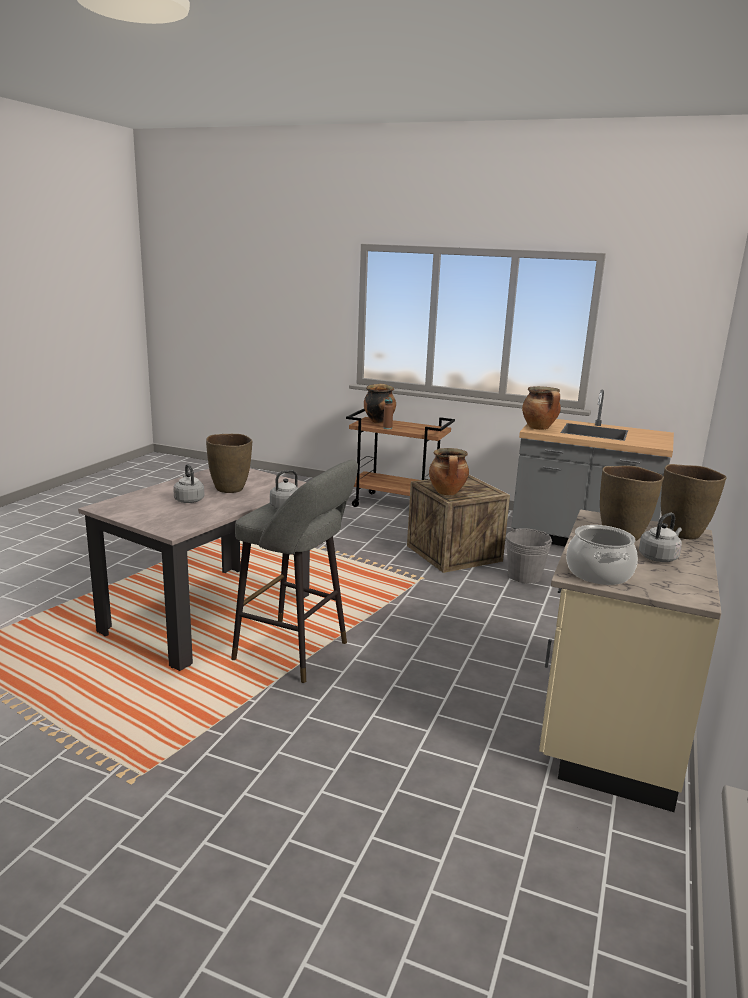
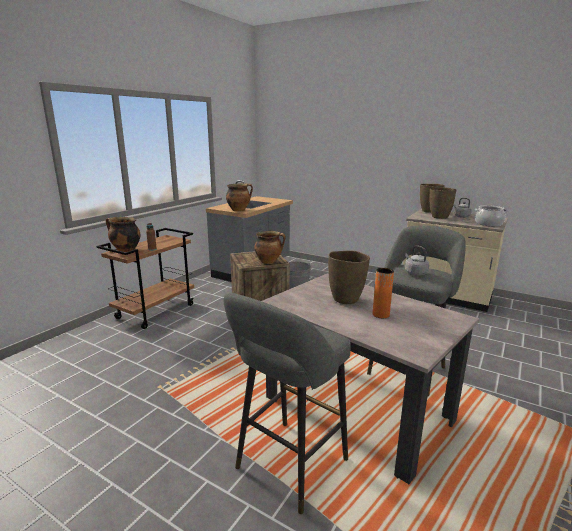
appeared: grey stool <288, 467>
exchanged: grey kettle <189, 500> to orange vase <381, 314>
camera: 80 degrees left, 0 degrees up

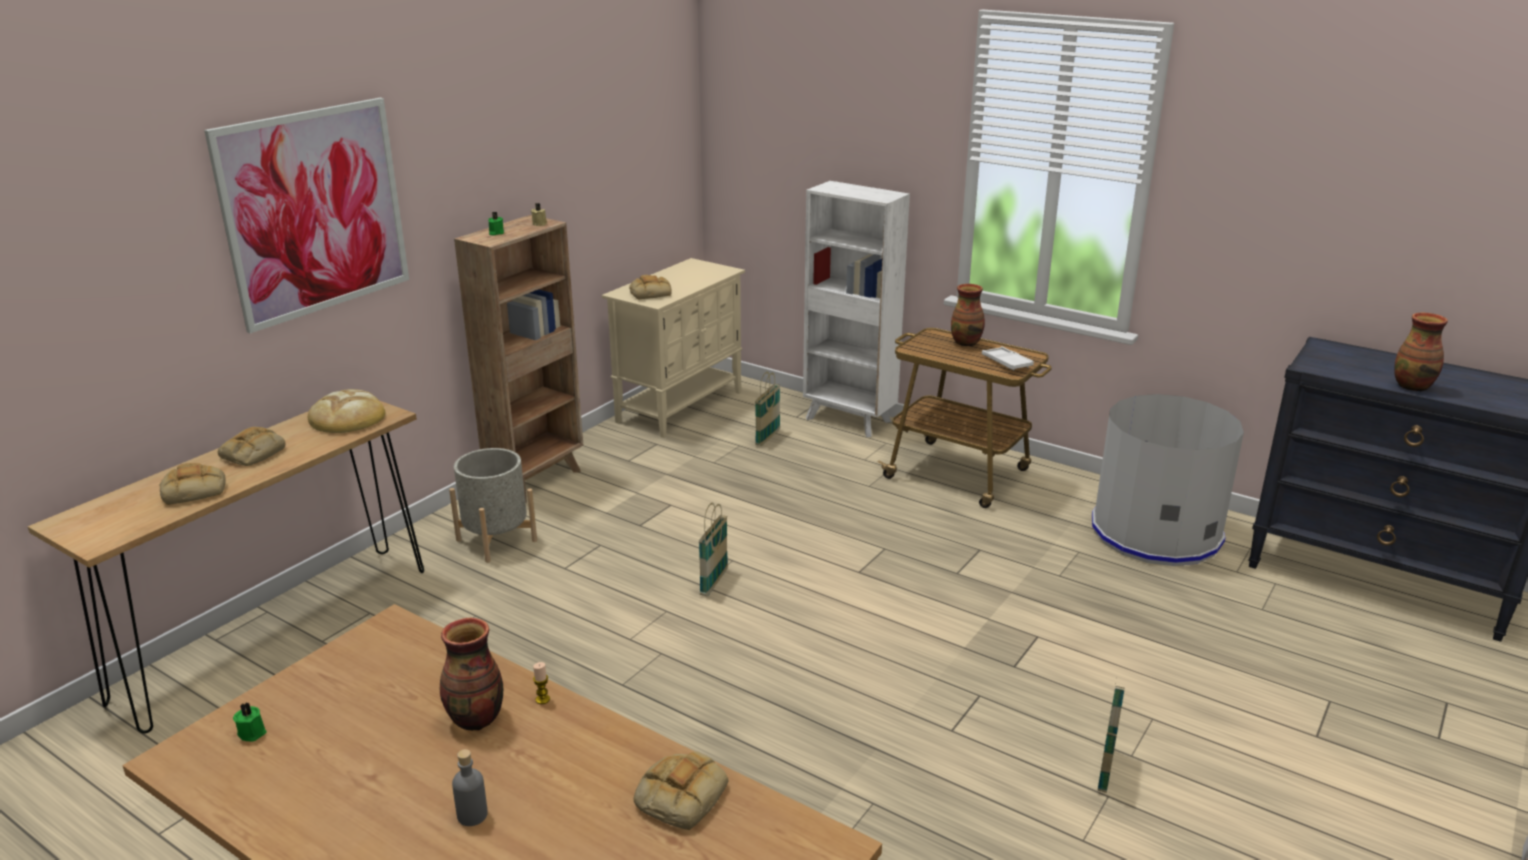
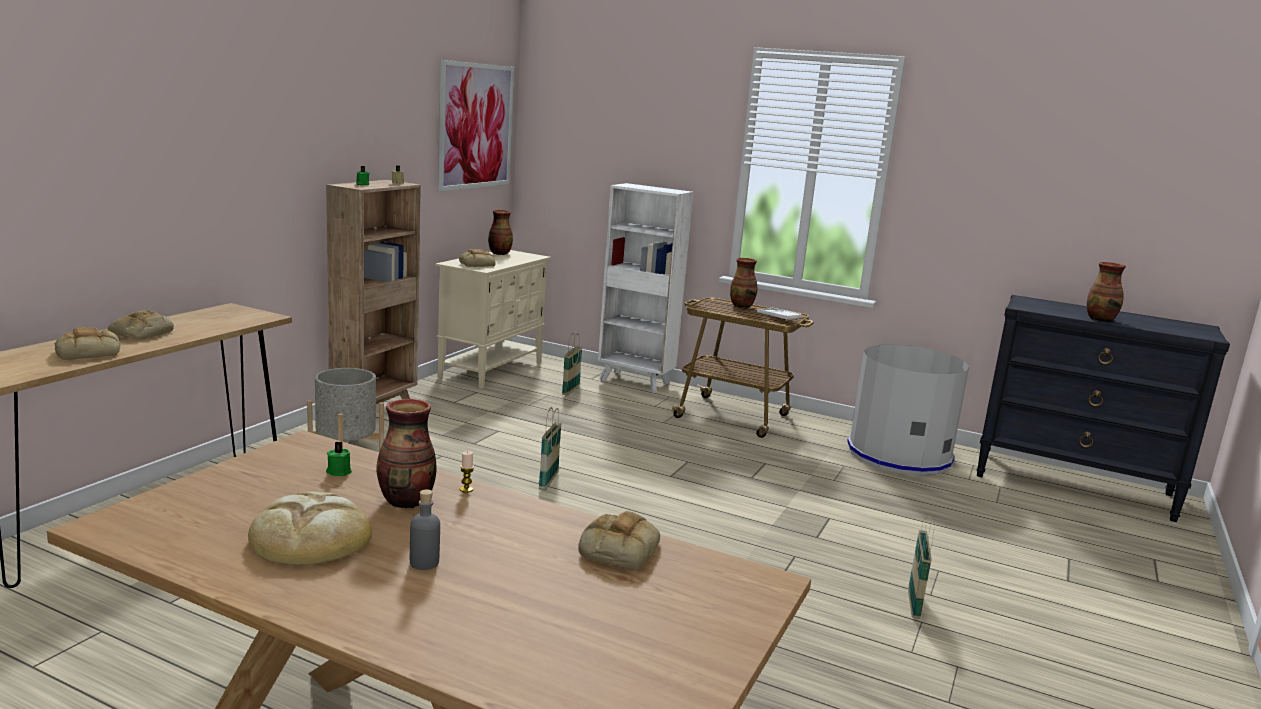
appeared: vase <499, 253>
relocated: picture <315, 211> to <476, 126>; bread <348, 417> to <311, 537>; green candle <252, 732> to <339, 471>
camera: 10 degrees left, 10 degrees down

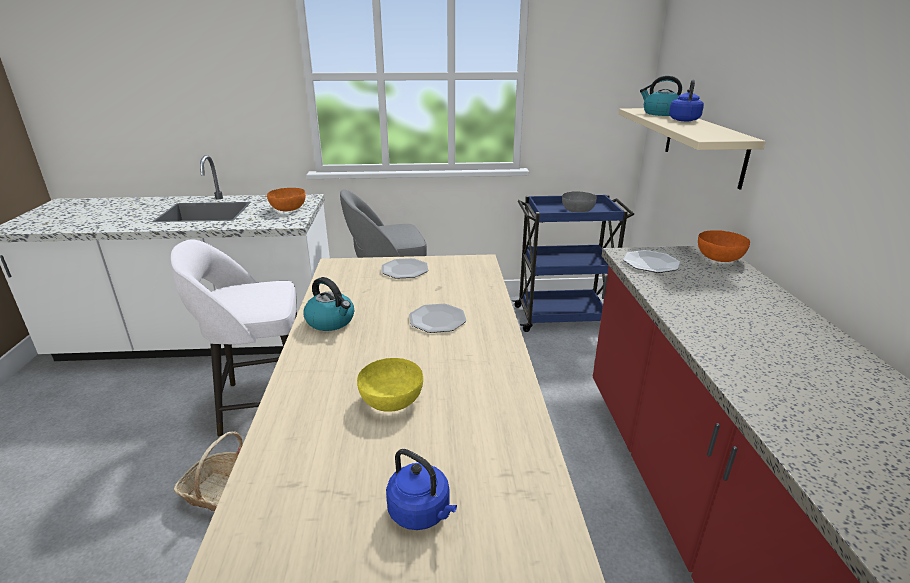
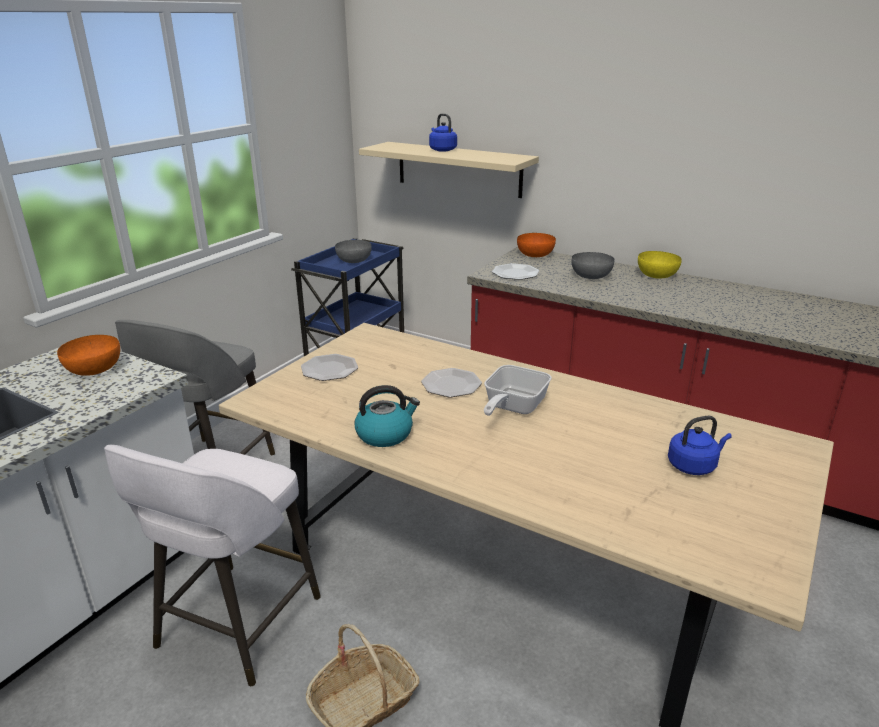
missing: kettle <660, 113>
appeared: grey bowl <591, 276>; frying pan <512, 407>
relocated: yellow bowl <392, 400> to <657, 275>
camera: 55 degrees left, 0 degrees up

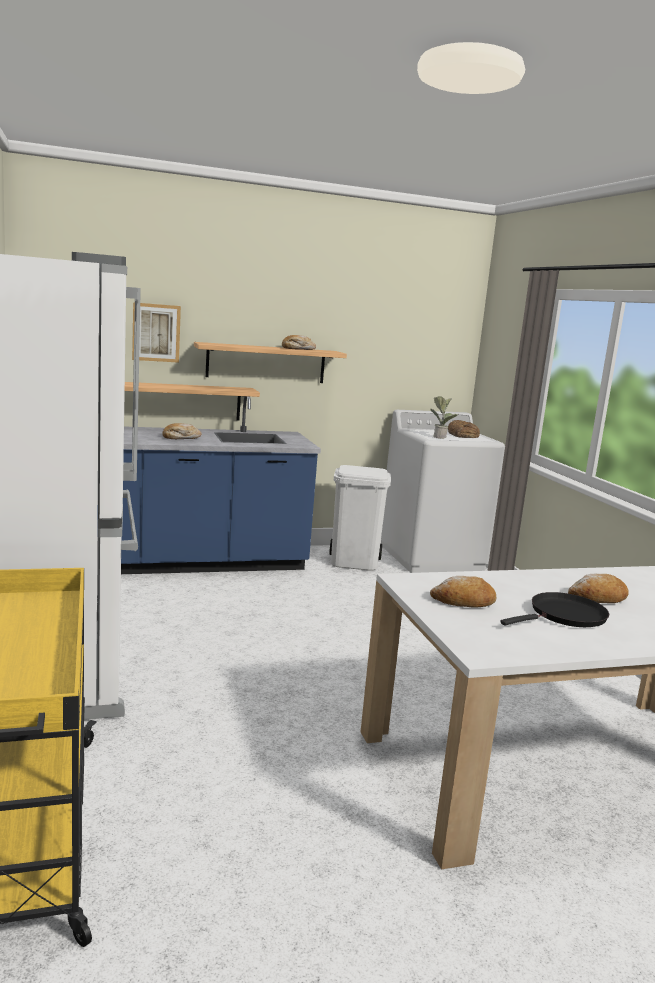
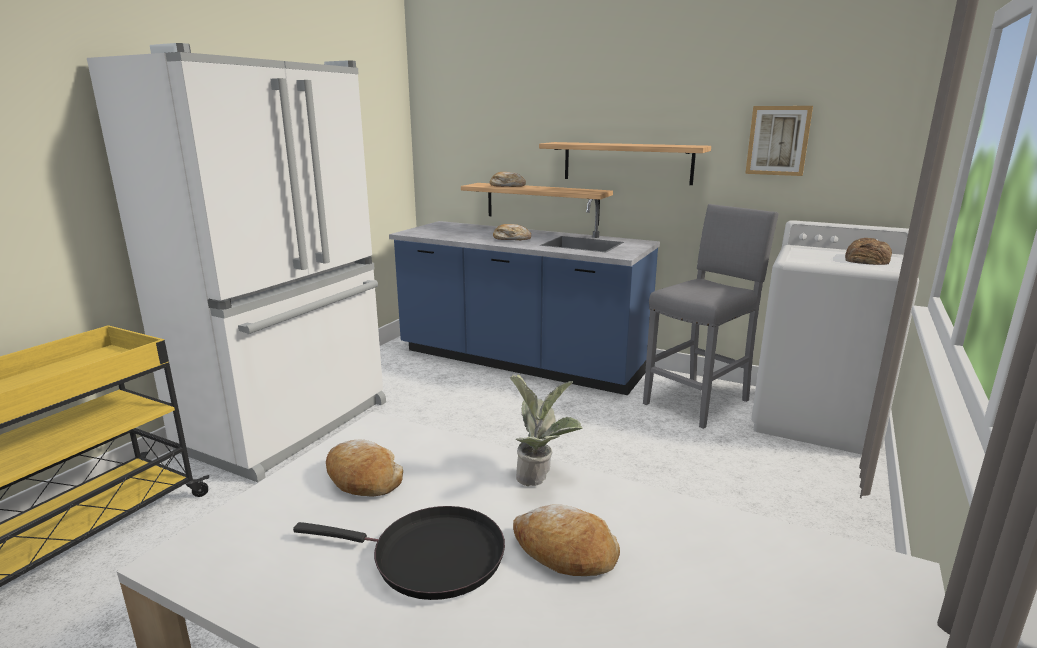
relocated: picture <156, 332> to <778, 140>; bread <298, 349> to <507, 186>; potted plant <441, 437> to <541, 477>
exchanged: white trash can <355, 562> to grey stool <698, 401>
camera: 45 degrees right, 5 degrees up

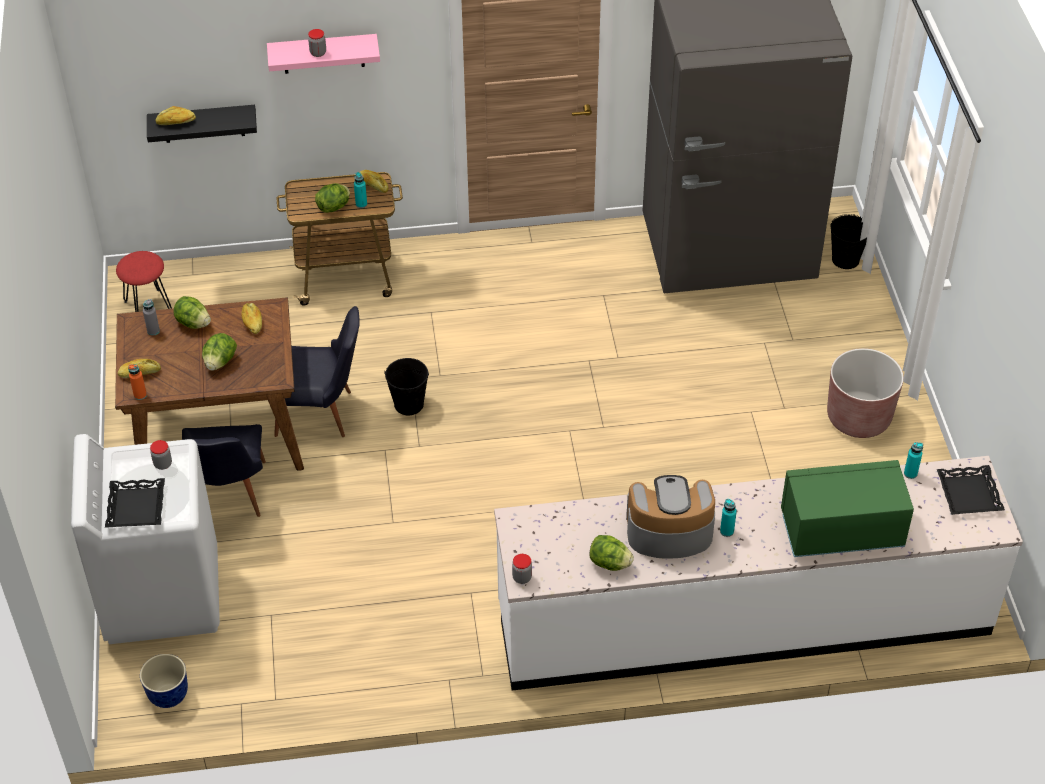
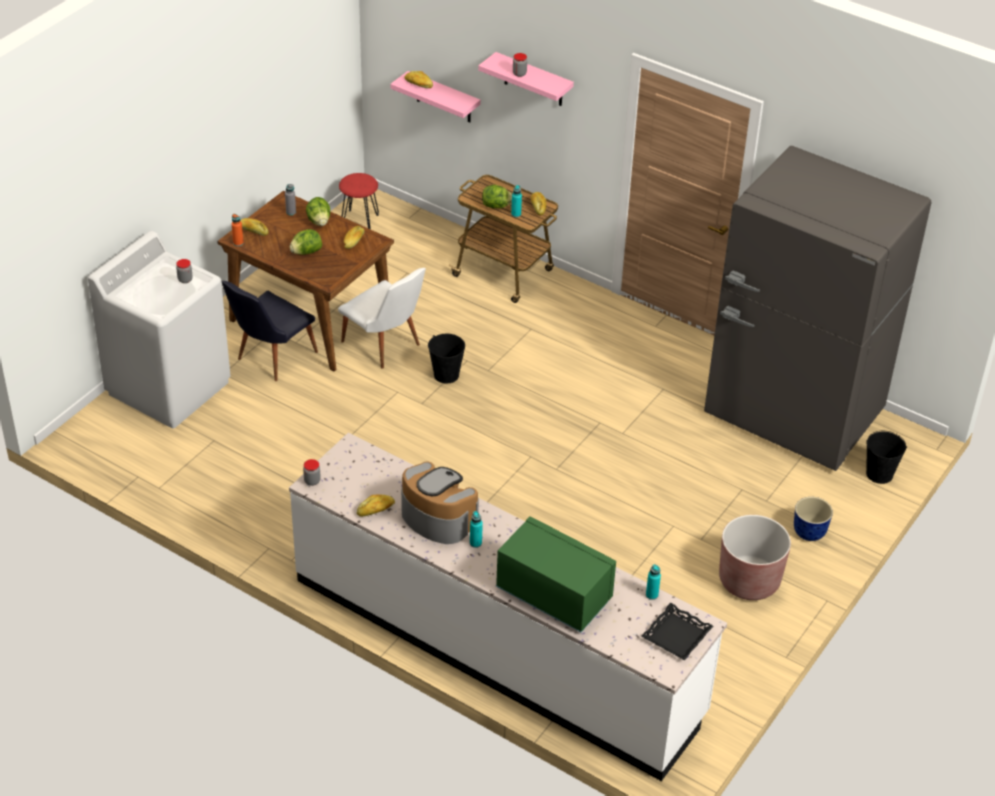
missing: black tray <137, 507>
relocated: planter <168, 695> to <809, 532>
exchanged: lettuce <610, 563> to bread <376, 510>
colour: black shelf <203, 123> to pink shelf <443, 98>; black chair <322, 414> to white chair <385, 347>
camera: 40 degrees right, 5 degrees down

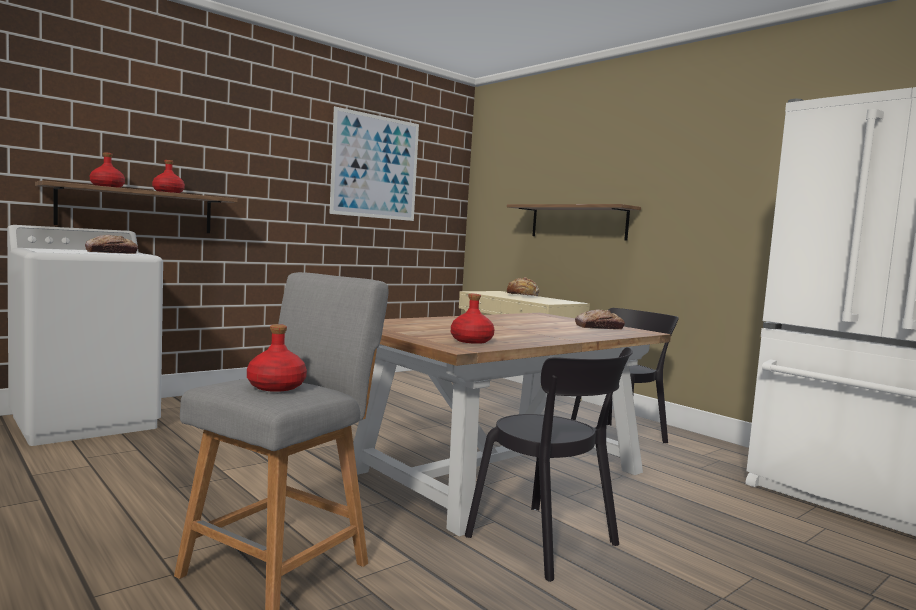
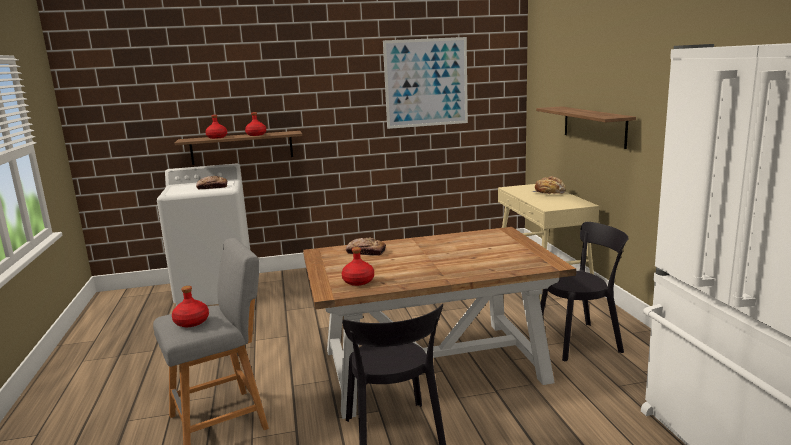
relocated: bread <599, 327> to <366, 252>
camera: 30 degrees right, 10 degrees up

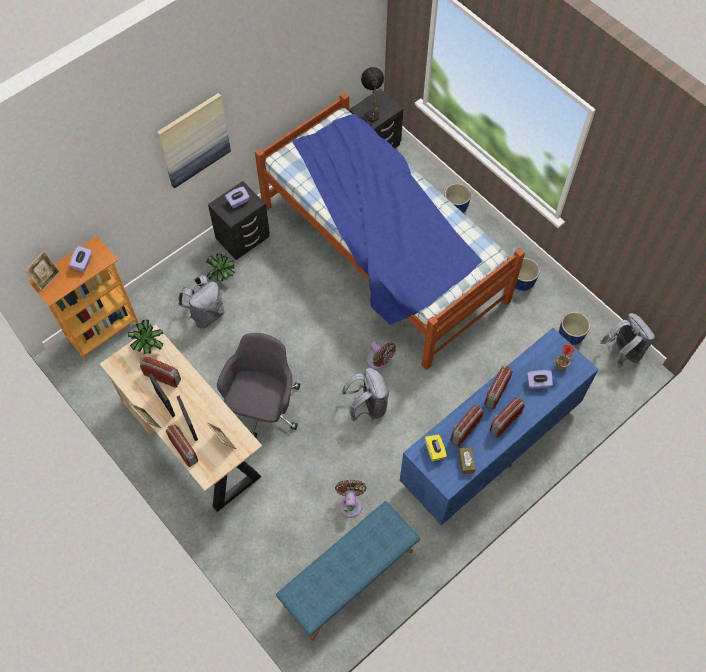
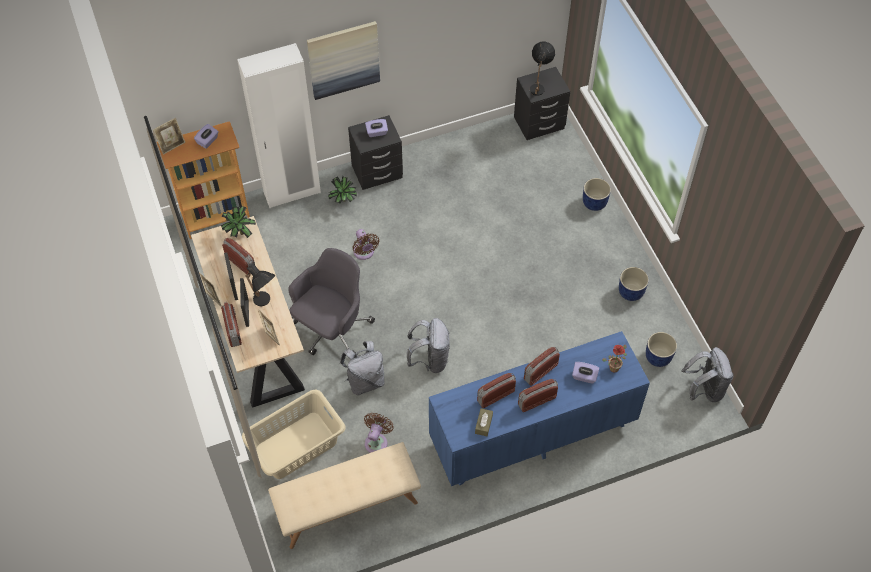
missing: bed <382, 254>; yellow tissue box <435, 451>
appeared: white wardrobe <292, 193>; black table lamp <265, 303>; beige laundry basket <296, 445>
relocated: grey backpack <206, 314> to <365, 381>; brown fan <379, 361> to <364, 253>
colour: blue bench <349, 578> to beige bench <347, 507>
camera: 20 degrees right, 5 degrees down

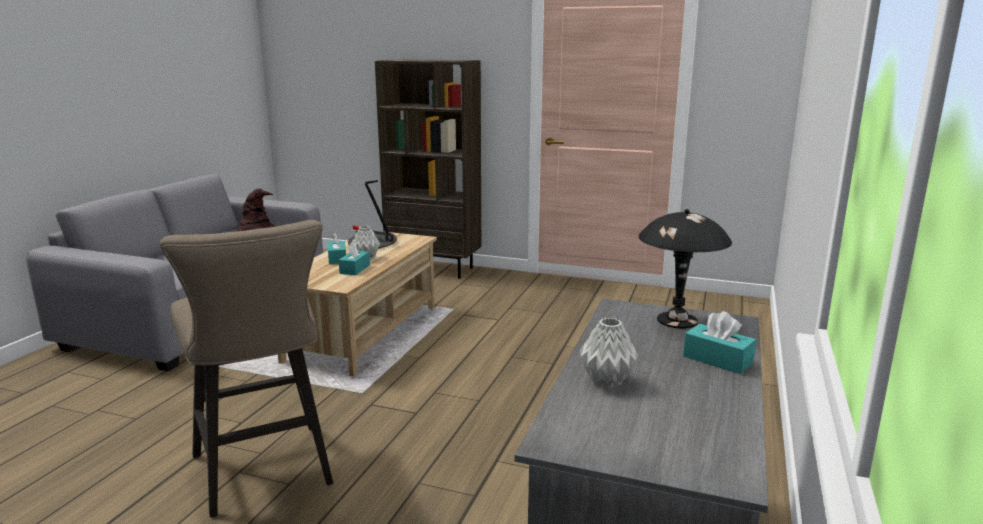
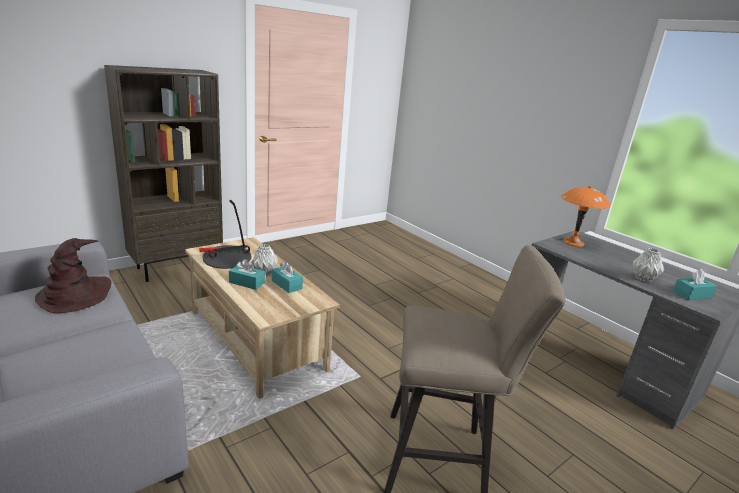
relocated: turquoise tissue box <717, 359> to <692, 295>
colour: black table lamp <677, 321> to orange table lamp <573, 242>
camera: 60 degrees left, 5 degrees up

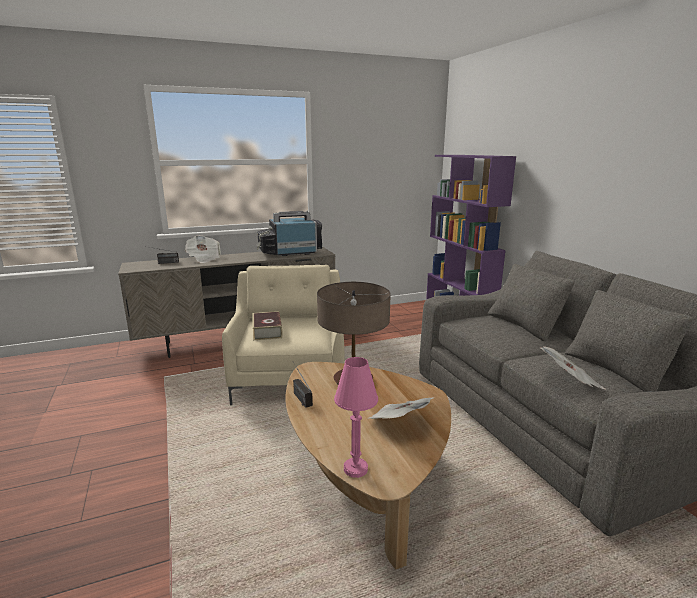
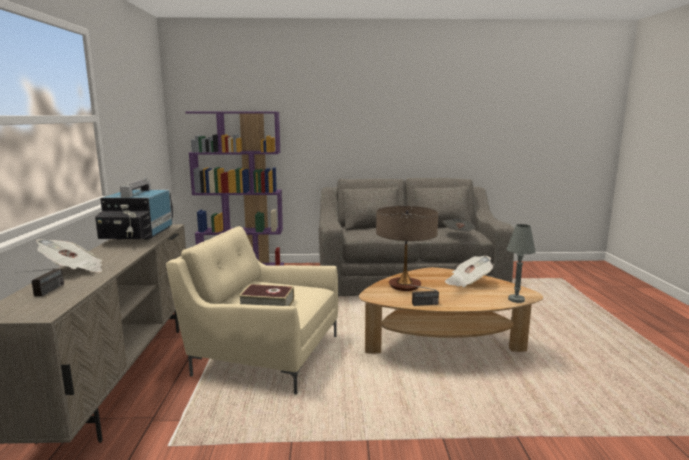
colour: pink table lamp <355, 469> to grey table lamp <516, 299>
camera: 70 degrees left, 5 degrees down

